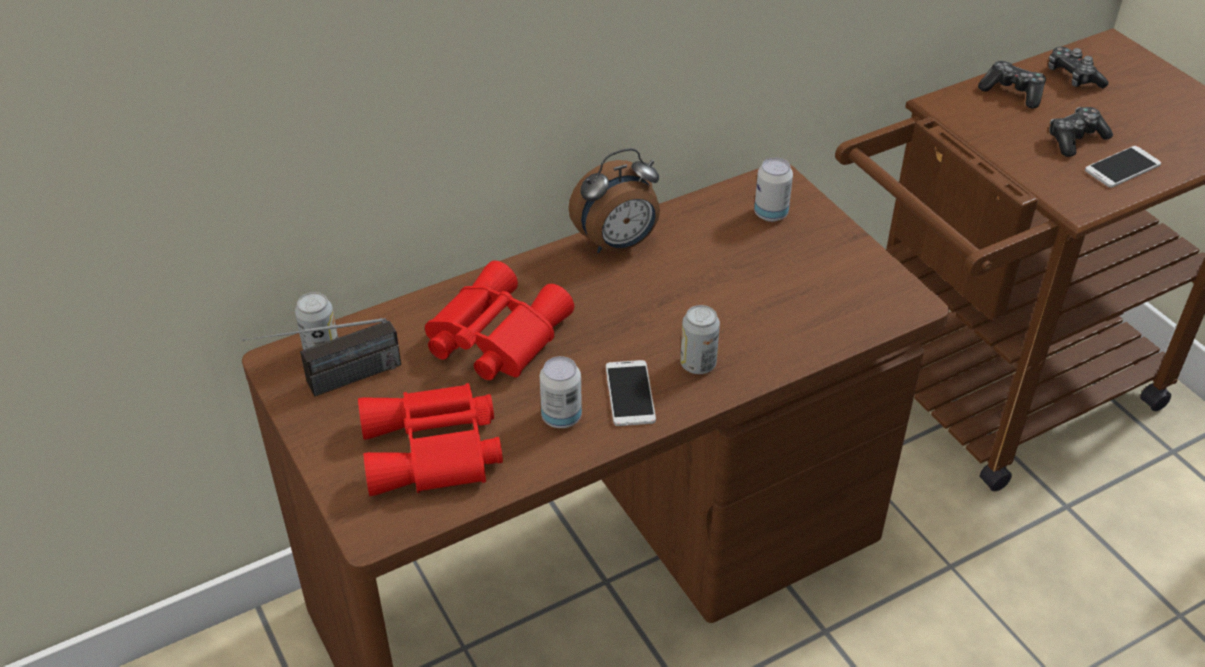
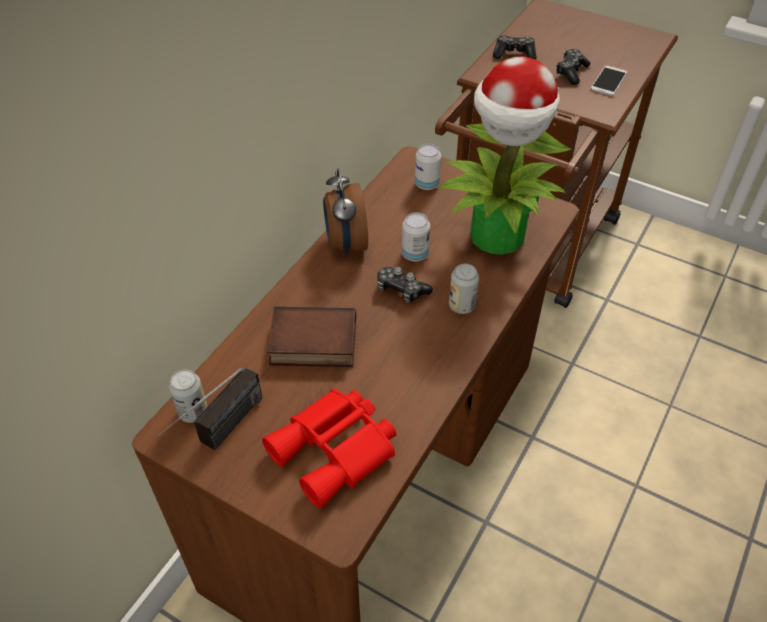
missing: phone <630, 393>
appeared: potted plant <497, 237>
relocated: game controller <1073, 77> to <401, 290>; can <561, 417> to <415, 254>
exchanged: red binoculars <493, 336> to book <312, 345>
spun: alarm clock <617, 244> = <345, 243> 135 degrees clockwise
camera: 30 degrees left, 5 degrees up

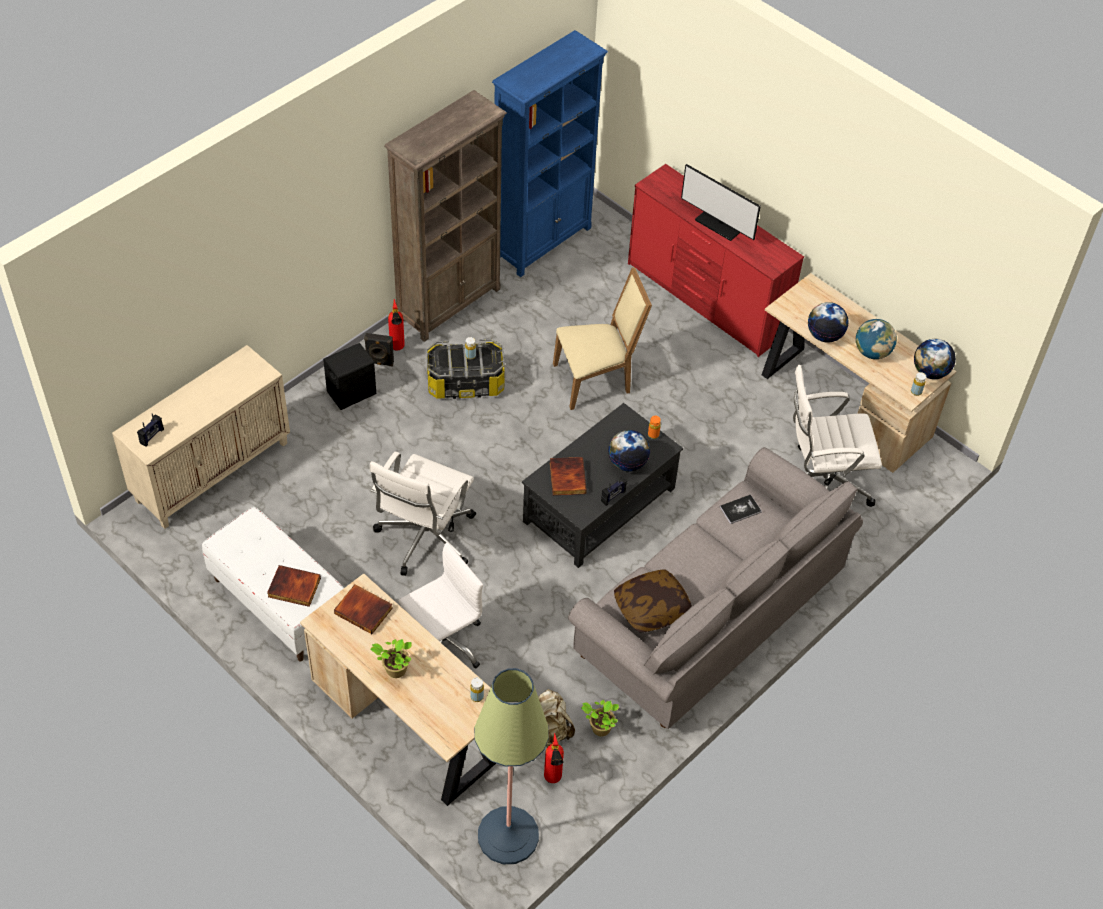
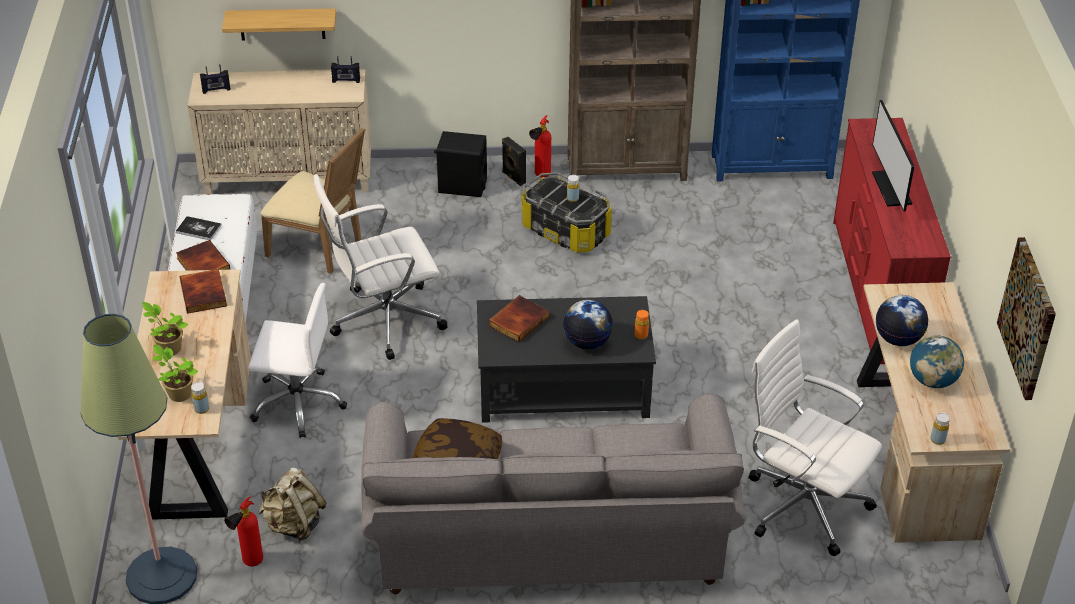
missing: globe <930, 372>
appeared: shelf <282, 24>; picture <1028, 318>
relocated: beige chair <596, 379> to <320, 248>; radio <613, 496> to <346, 81>; book <740, 509> to <198, 229>; potted plant <599, 728> to <178, 393>
camera: 45 degrees right, 10 degrees down

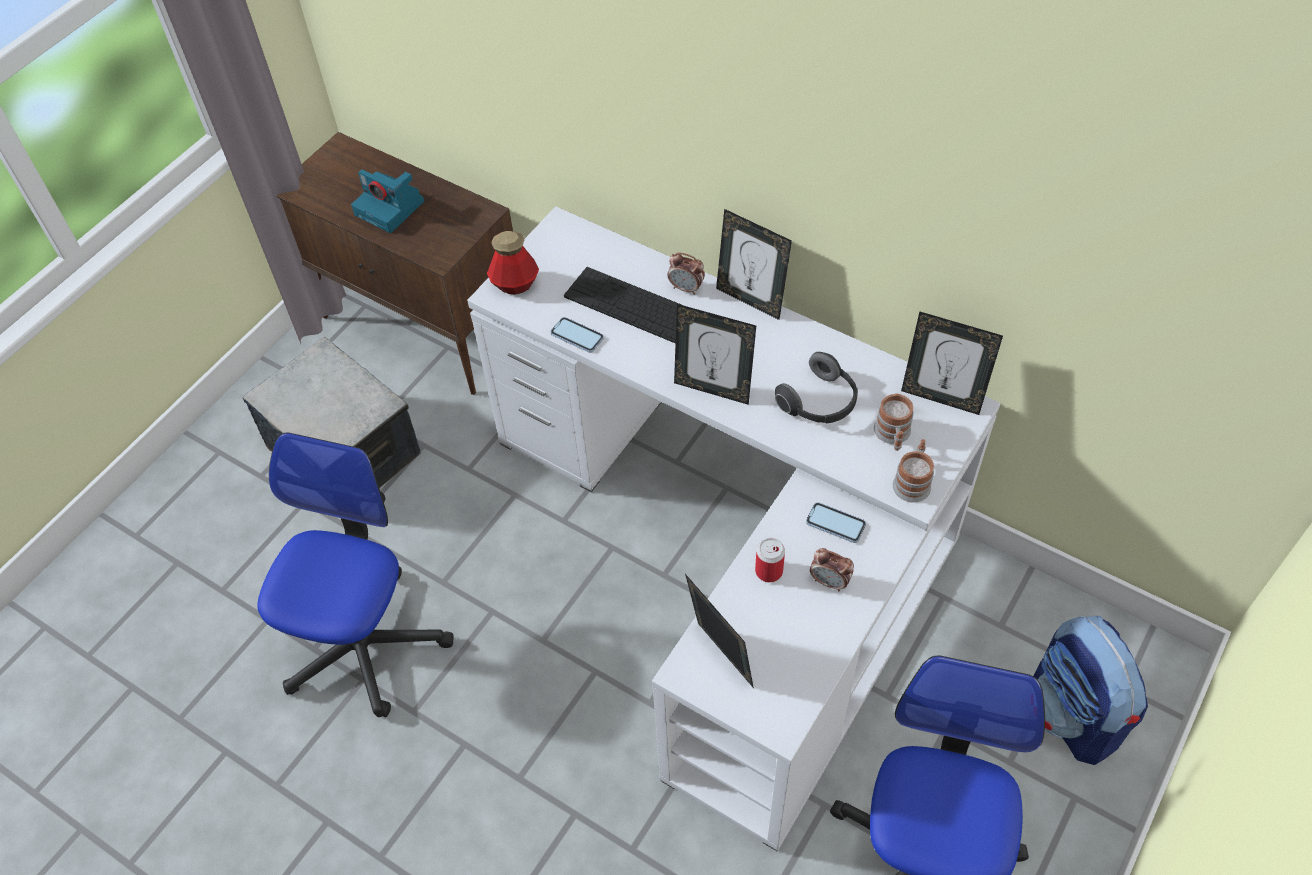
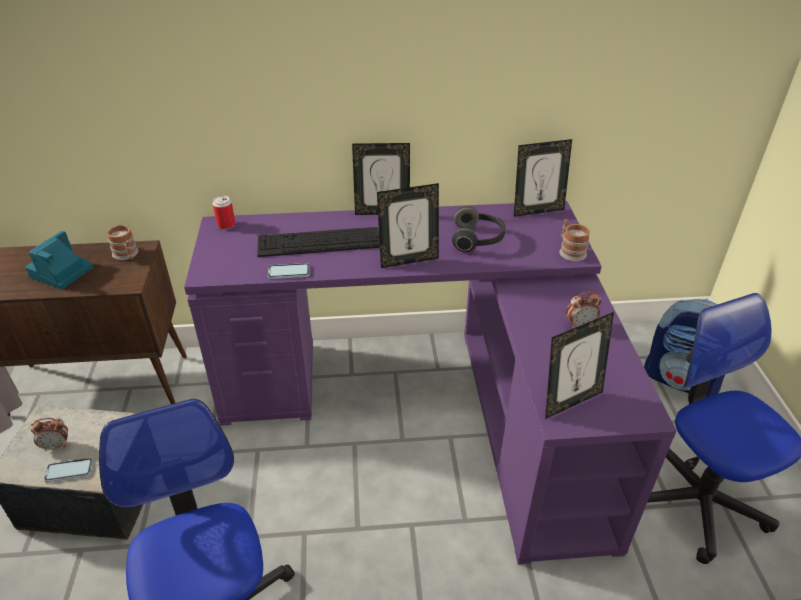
missing: bottle <515, 284>
relocated: alarm clock <686, 288> to <56, 446>; mug <893, 435> to <127, 255>; phone <835, 523> to <69, 471>; can <769, 571> to <226, 225>
colour: white desk <737, 553> to purple desk <434, 402>
spun: photo camera <391, 208> = <61, 273> 120 degrees clockwise; picture frame <719, 659> = <570, 401> 135 degrees clockwise
camera: 40 degrees left, 15 degrees down

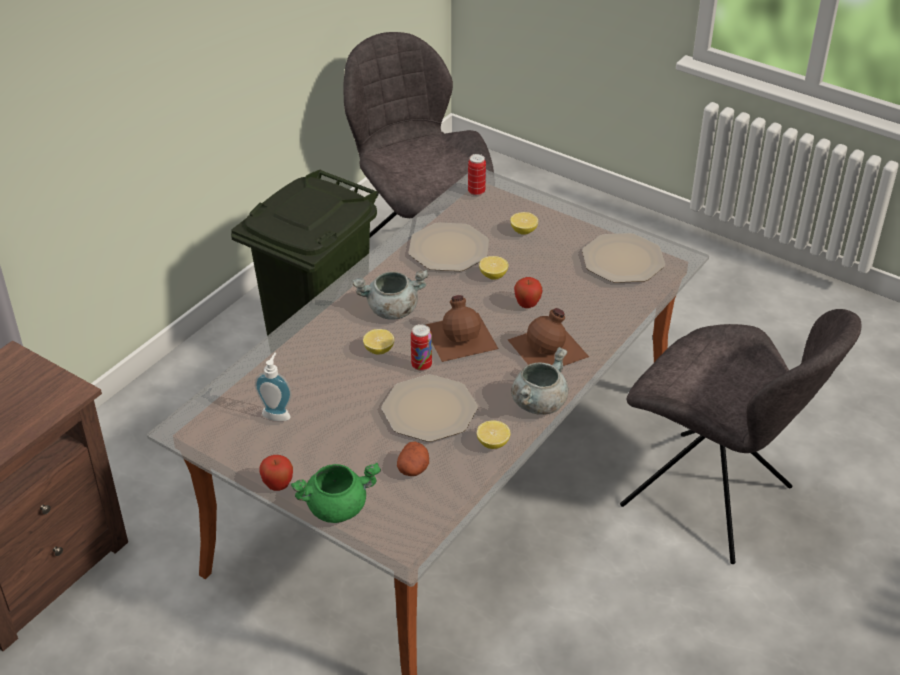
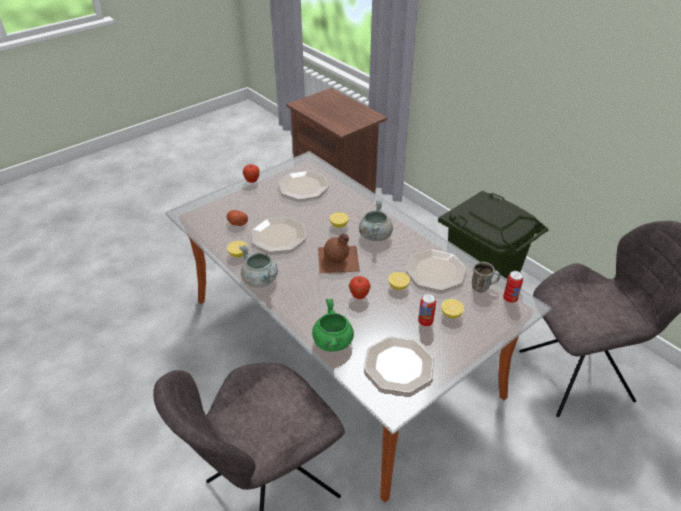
missing: brown bottle <549, 348>
appeared: mug <483, 286>
relocated: can <421, 365> to <425, 322>; green cooking pot <337, 507> to <333, 342>
exchanged: soap dispenser <277, 413> to plate <303, 186>
camera: 105 degrees right, 0 degrees up

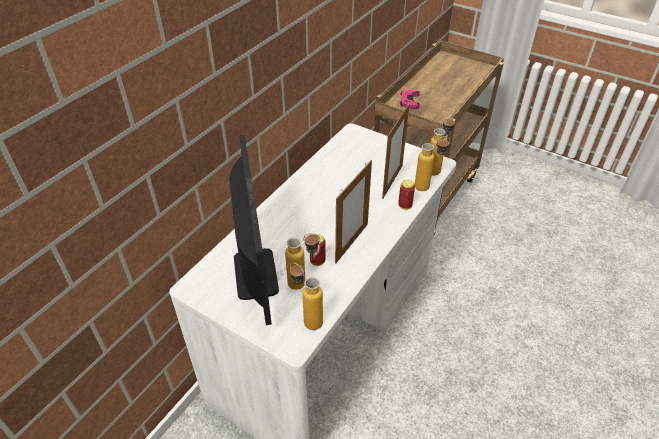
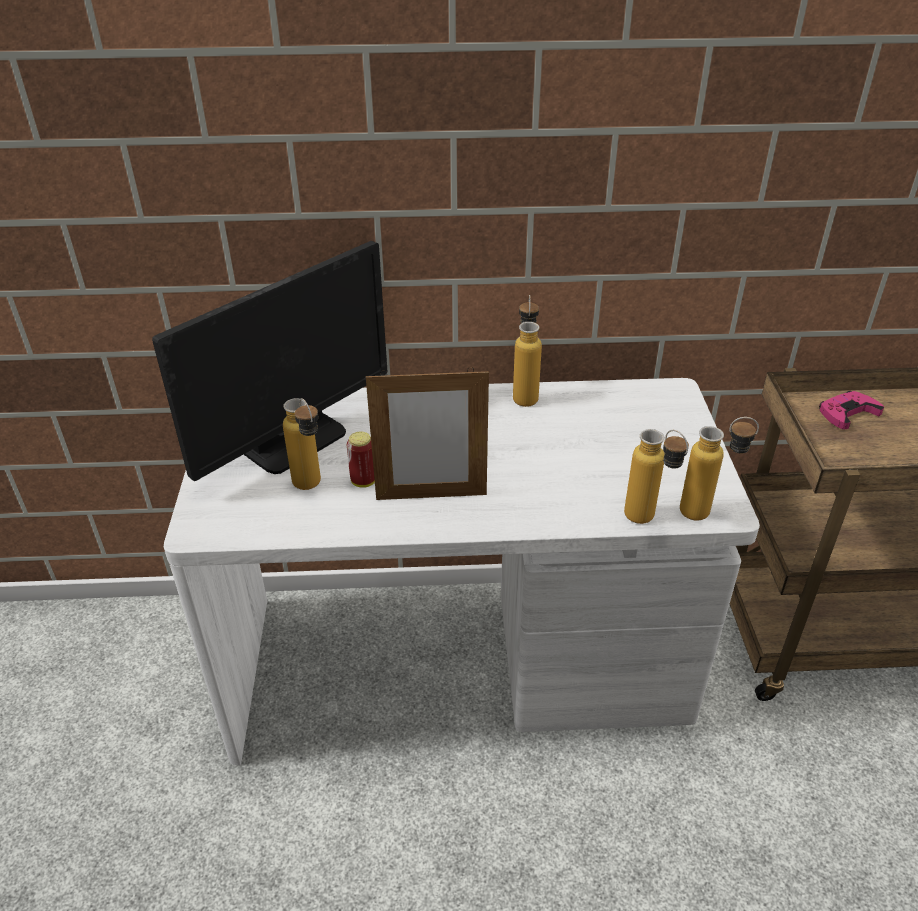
missing: picture frame <392, 181>; can <405, 206>
relocated: bottle <307, 319> to <525, 394>
camera: 55 degrees right, 5 degrees down

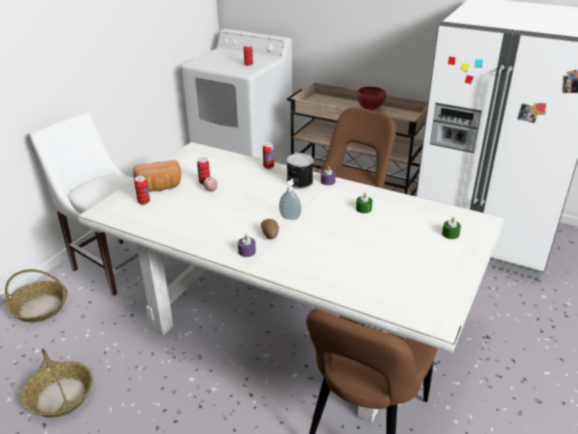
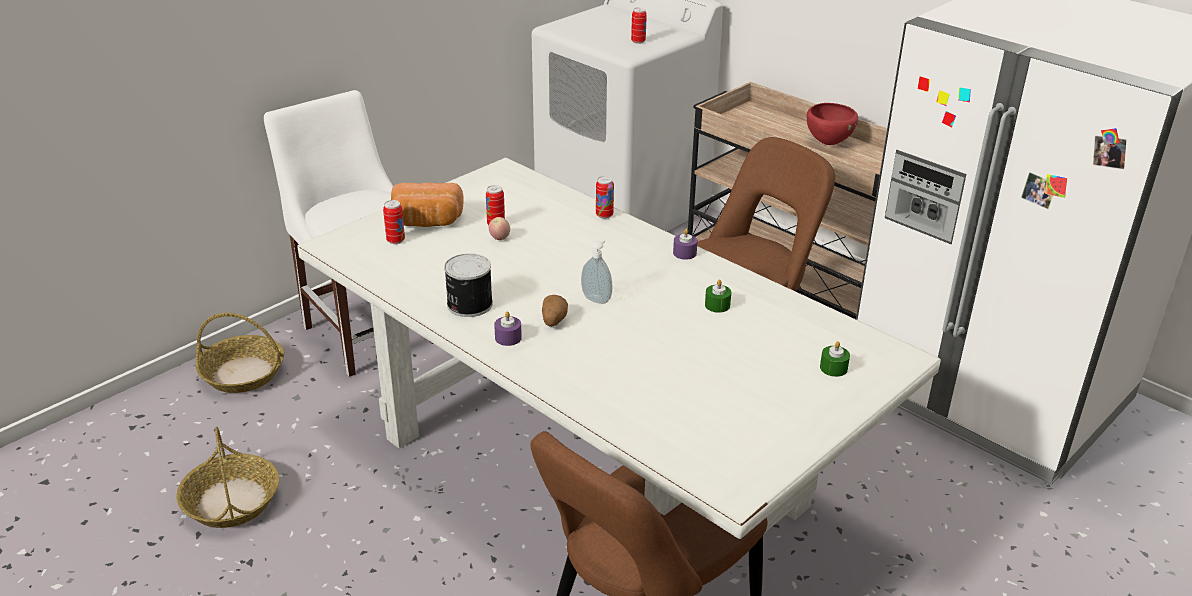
relocated: can <299, 182> to <468, 304>
camera: 15 degrees right, 0 degrees up

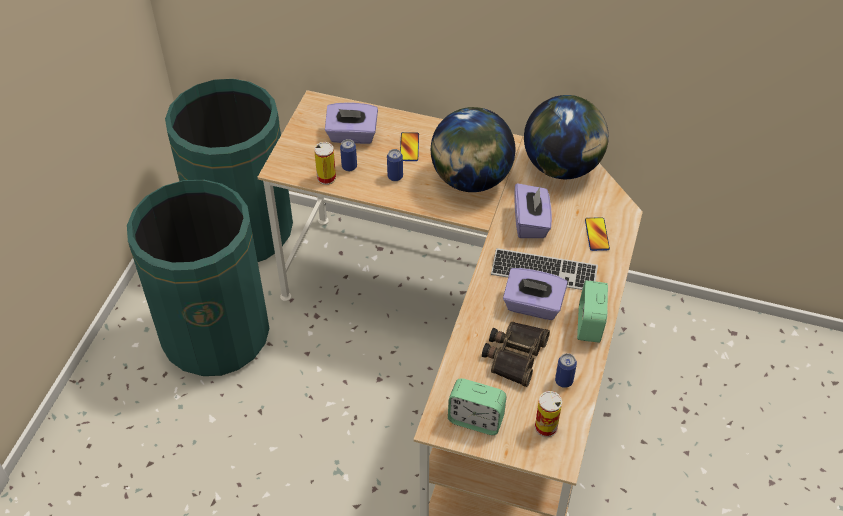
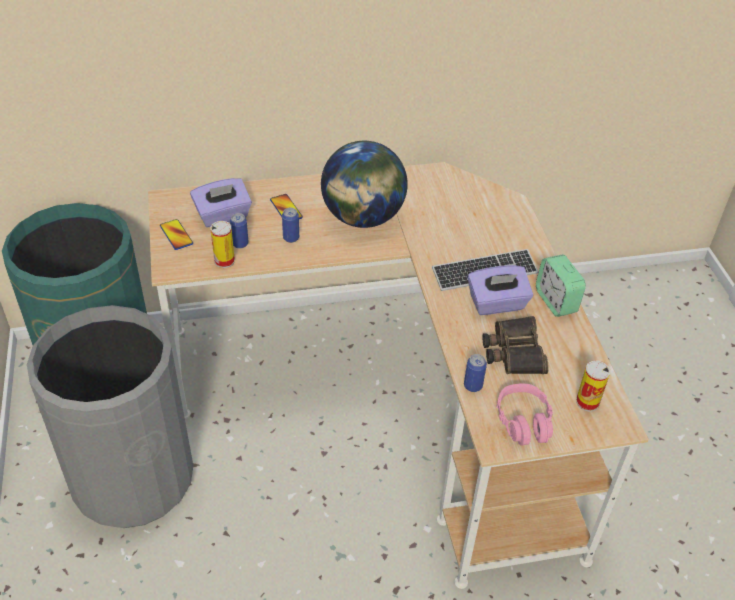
missing: globe <562, 166>; purple tissue box <531, 222>
relocated: phone <597, 234> to <176, 235>; can <564, 381> to <473, 386>
exchanged: alarm clock <476, 419> to pink headphones <523, 421>
colour: green trash can <216, 334> to grey trash can <133, 478>
camera: 30 degrees left, 5 degrees down

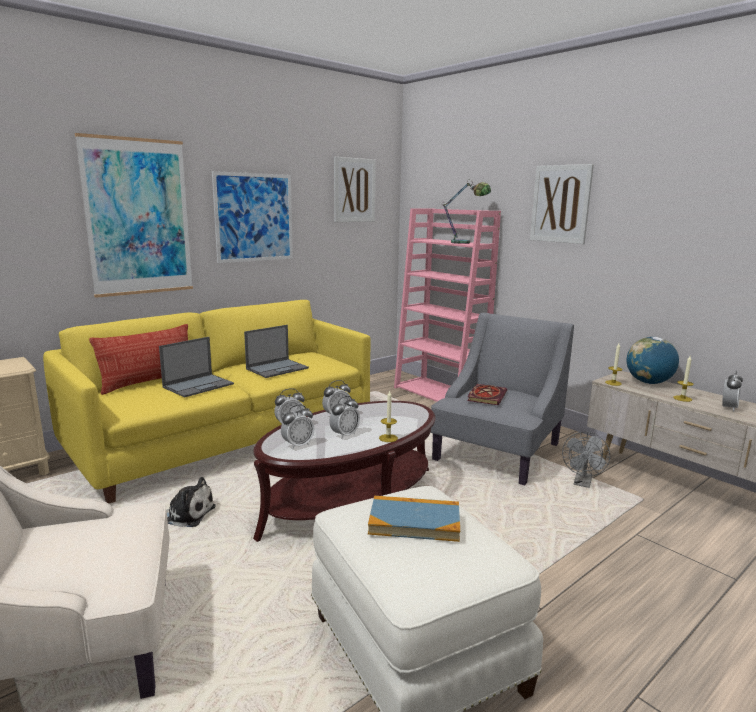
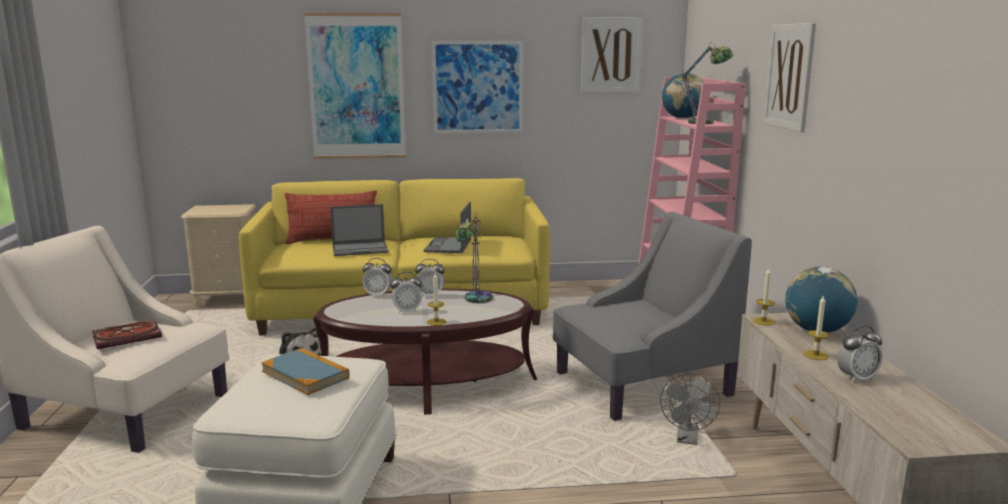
missing: alarm clock <298, 445>
appeared: globe <683, 118>; table lamp <474, 301>
relocated: book <486, 396> to <129, 336>
spun: laptop <277, 368> = <448, 246> 105 degrees clockwise; grey fan <582, 483> = <687, 439> 45 degrees counterclockwise
camera: 35 degrees right, 0 degrees up

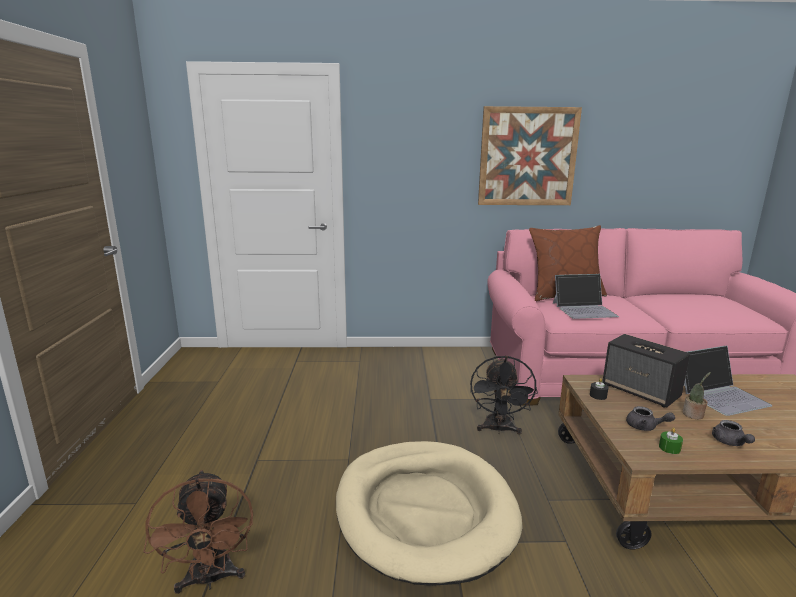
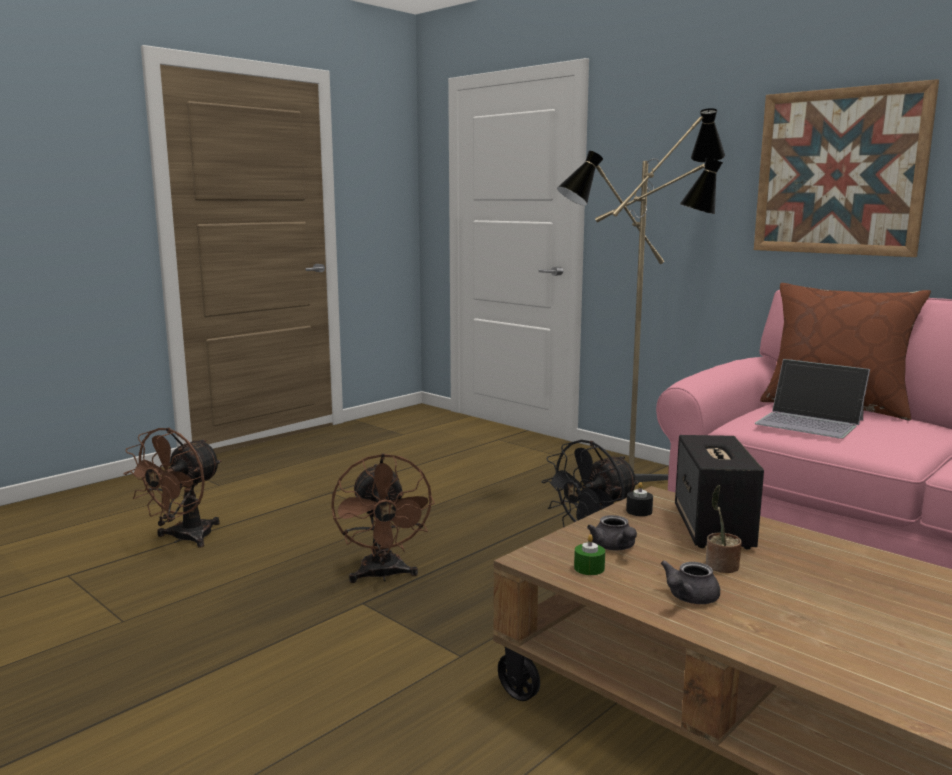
missing: laptop <721, 395>
appeared: floor lamp <636, 488>
exchanged: beige dog bed <424, 511> to brown fan <383, 576>
camera: 45 degrees right, 5 degrees down

